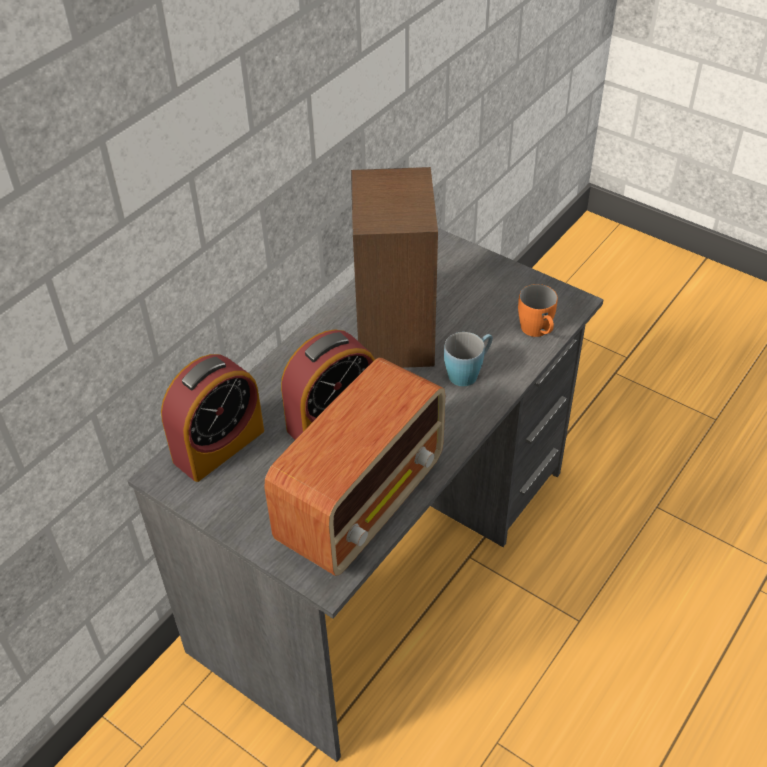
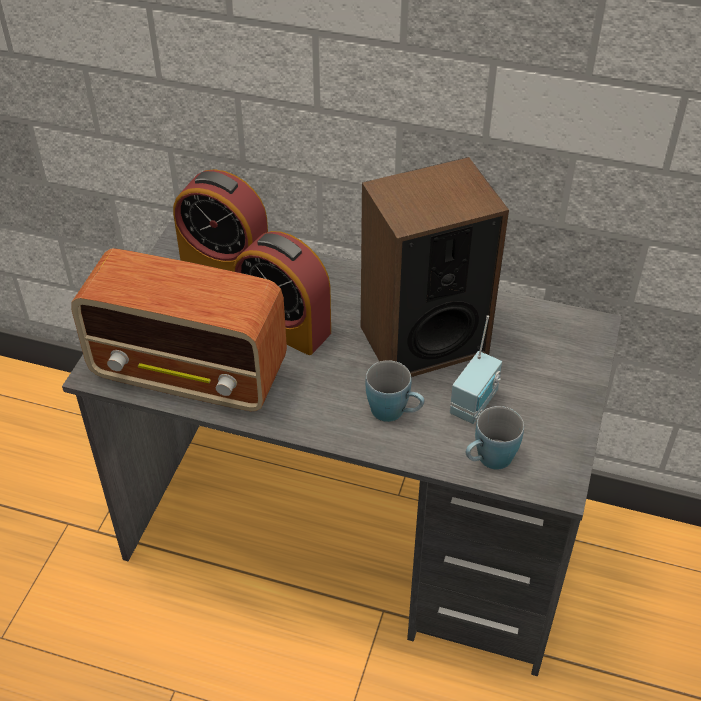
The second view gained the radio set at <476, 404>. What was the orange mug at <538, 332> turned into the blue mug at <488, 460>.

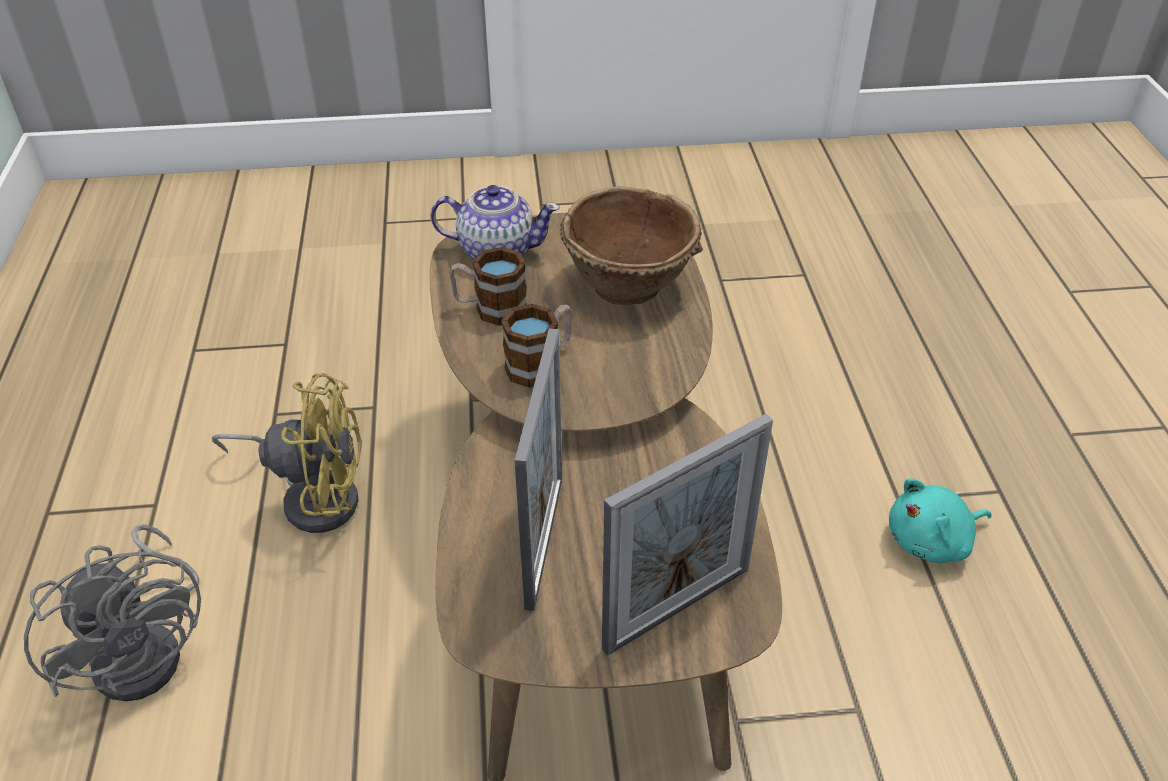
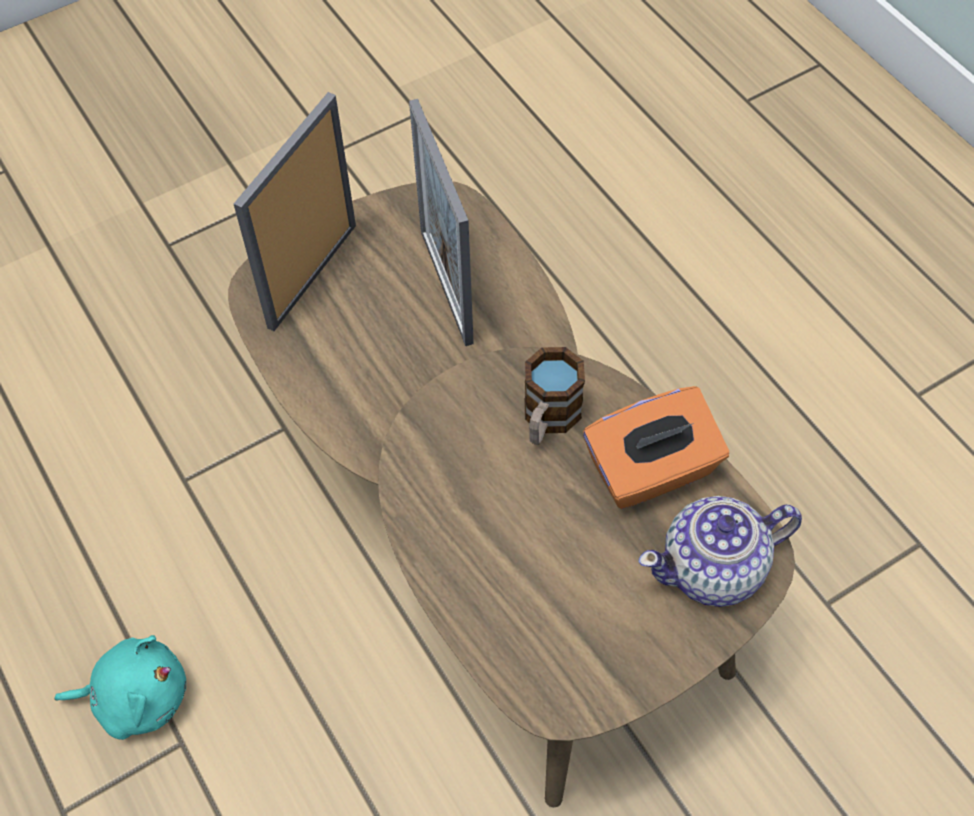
The second view lost the grey electric fan at <149, 649>. The second view lost the yellow-coloured electric fan at <313, 496>. The second view lost the brownish deep dish at <630, 286>. Where the mug stood at <490, 308>, the orange tissue holder came to stand at <651, 471>. The turquoise cuddly toy at <932, 541> ended up facing another way, 45 degrees clockwise from before.

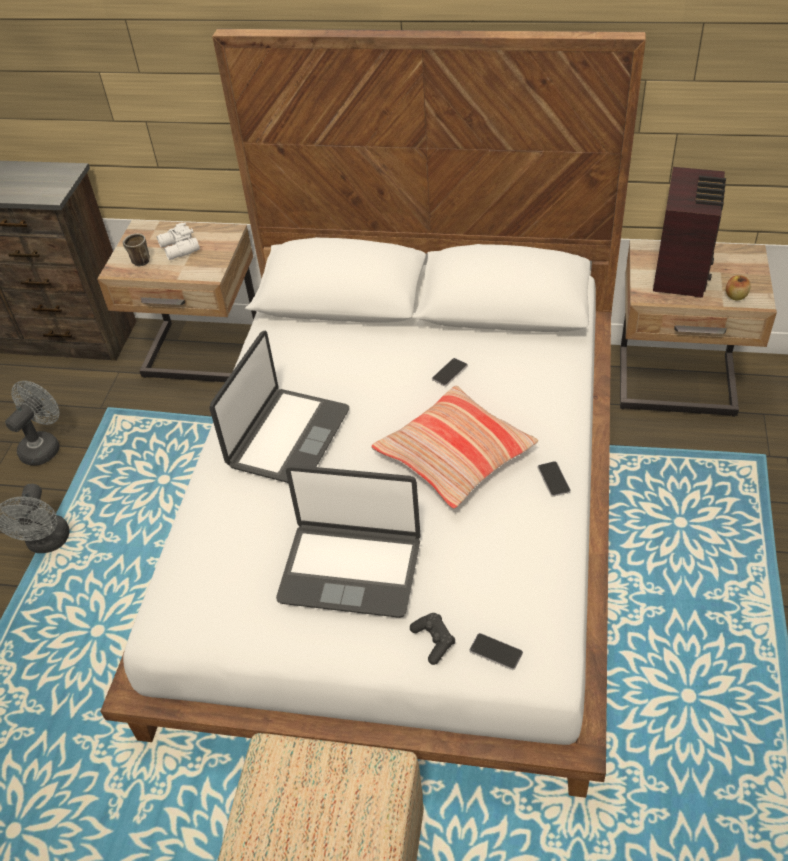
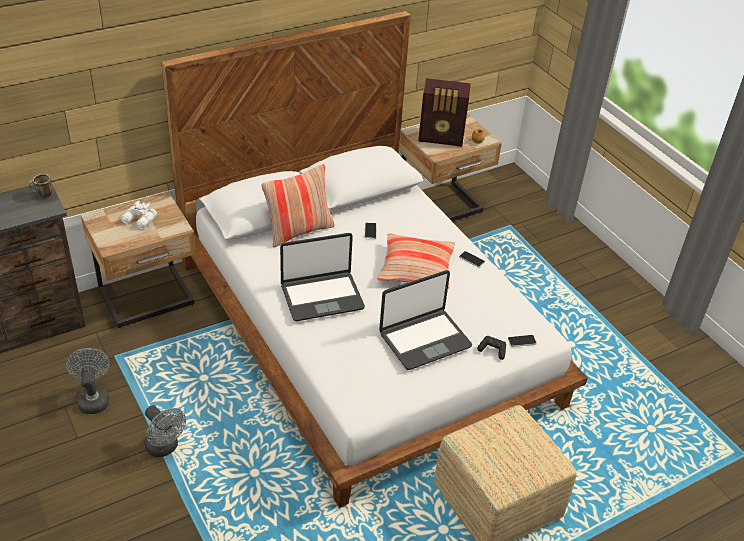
The second view gained the cushion at <299, 231>. The mug ended up elsewhere, having gone from <138, 261> to <42, 196>. The portable computer at <287, 437> ended up facing another way, 90 degrees clockwise from before. The radio set at <682, 271> ended up facing another way, 120 degrees clockwise from before.

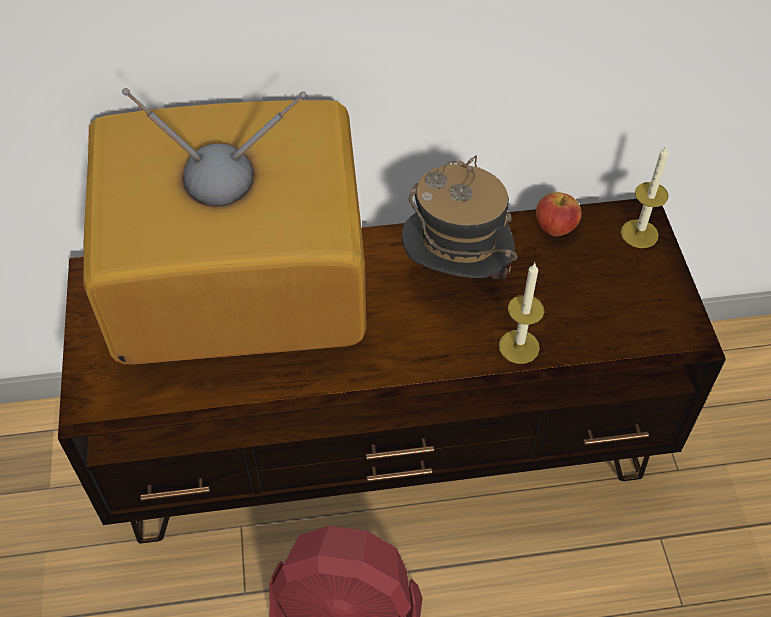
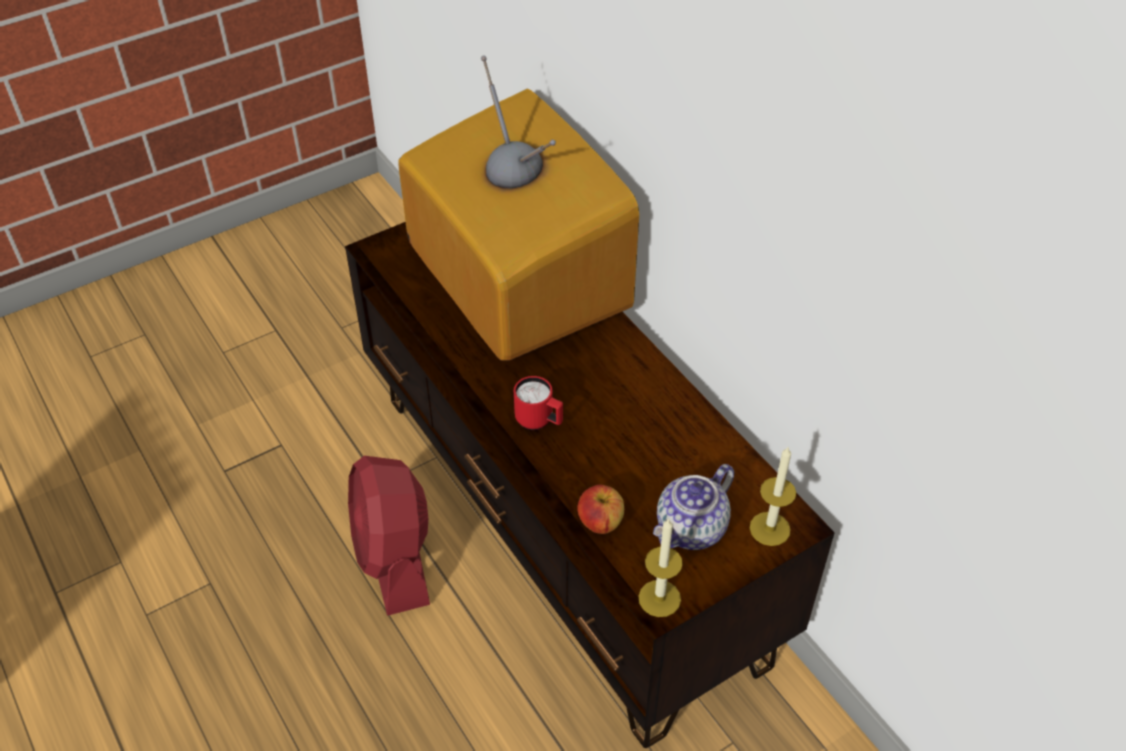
The second view lost the wearable hat at <455, 276>. The second view gained the reddish mug at <539, 421>. The second view gained the pot for tea at <691, 529>. The wax light ended up elsewhere, having gone from <519, 346> to <659, 598>. The apple ended up elsewhere, having gone from <555, 228> to <600, 522>.

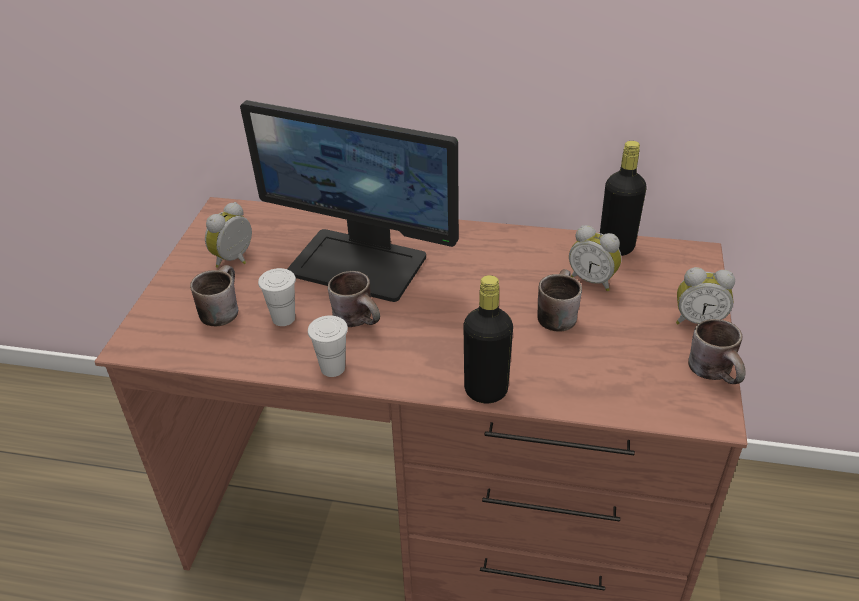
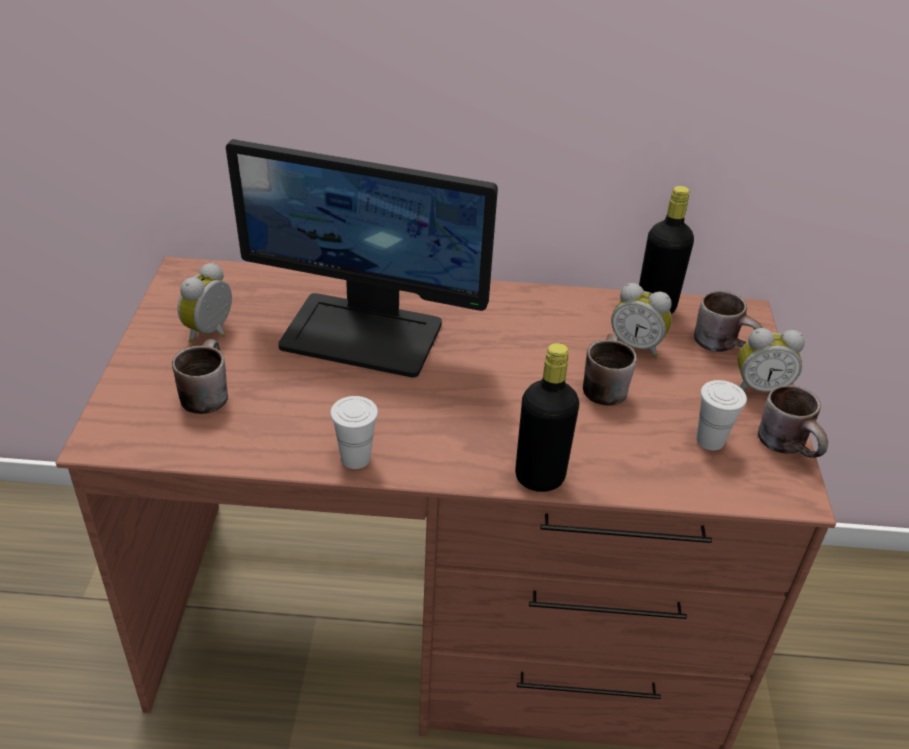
The white-coloured cup ended up elsewhere, having gone from <283, 318> to <710, 440>. The brownish mug ended up elsewhere, having gone from <360, 318> to <724, 343>.

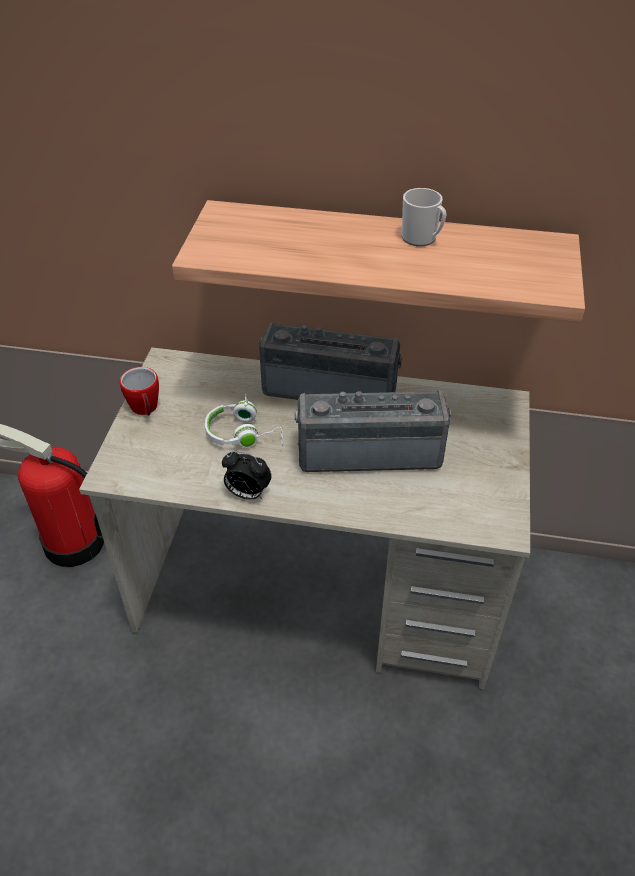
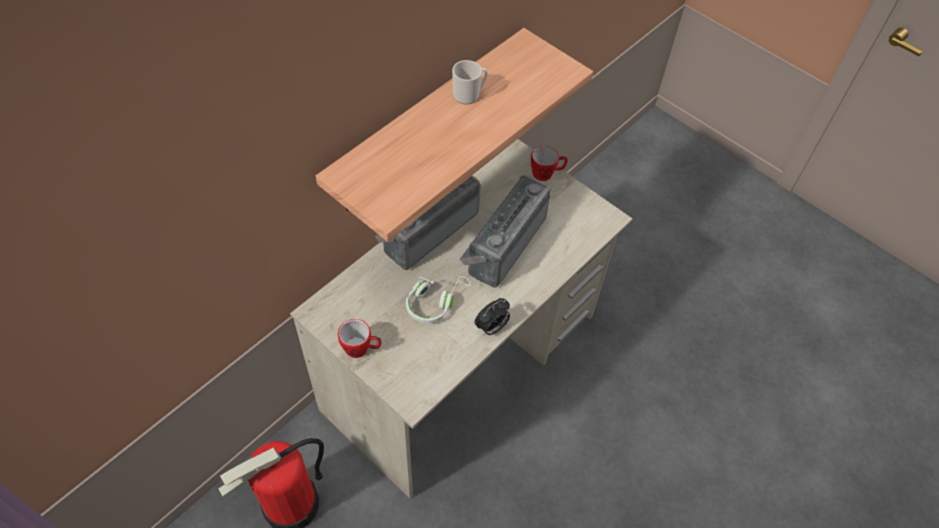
The second view gained the mug at <546, 174>.

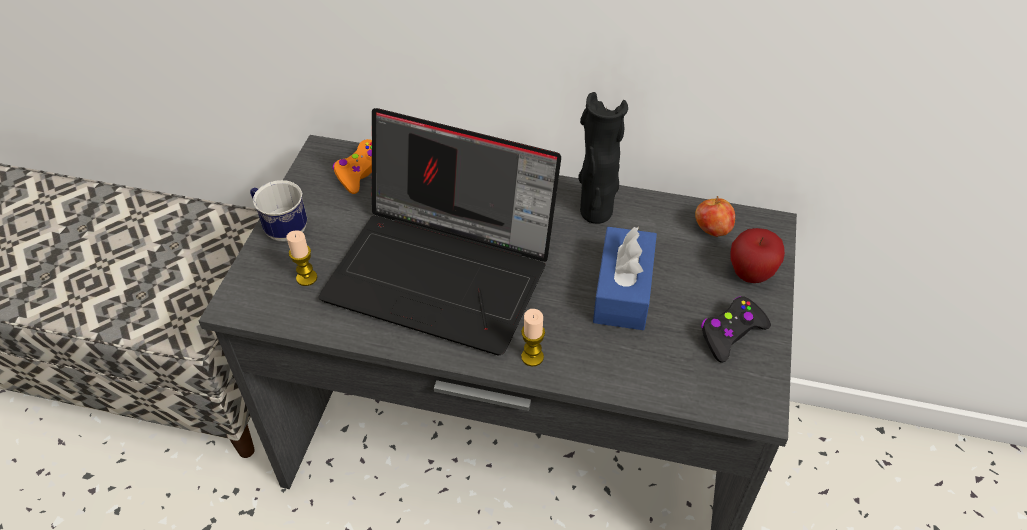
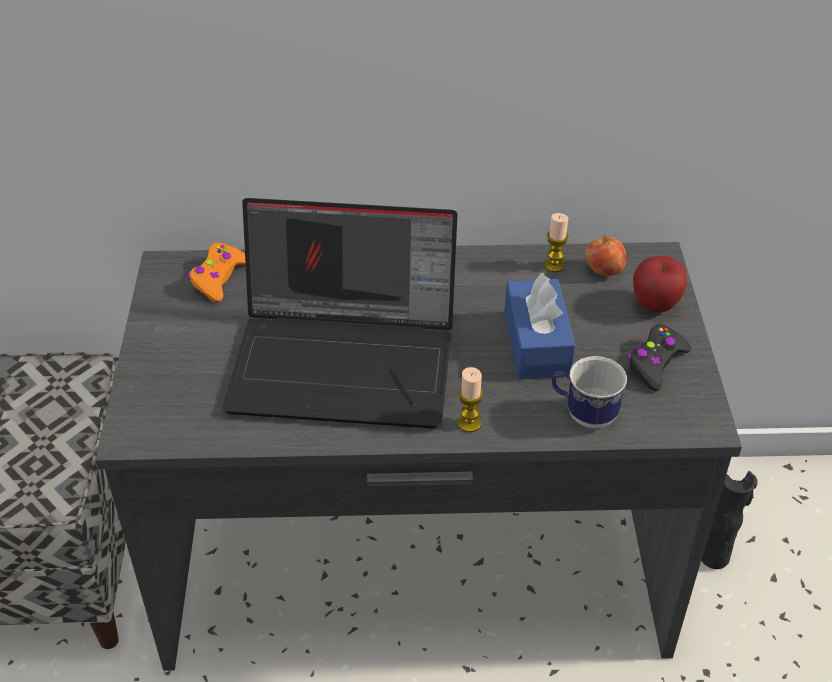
The mug ended up elsewhere, having gone from <281, 228> to <583, 414>. The wax light ended up elsewhere, having gone from <306, 278> to <554, 265>. The black decorative vase ended up elsewhere, having gone from <596, 211> to <713, 556>.

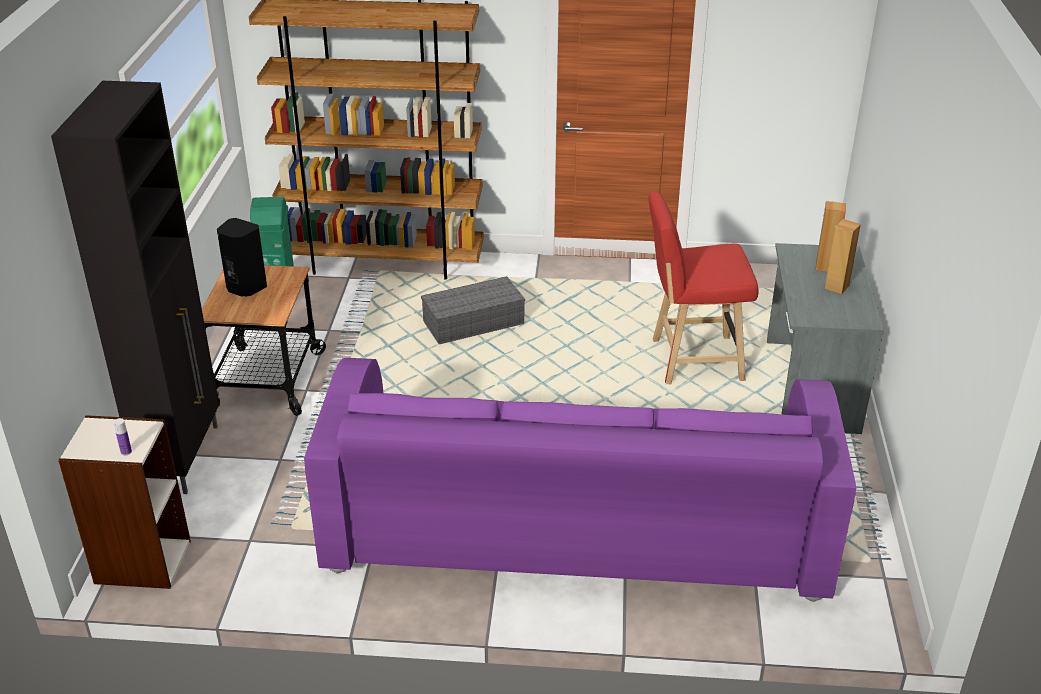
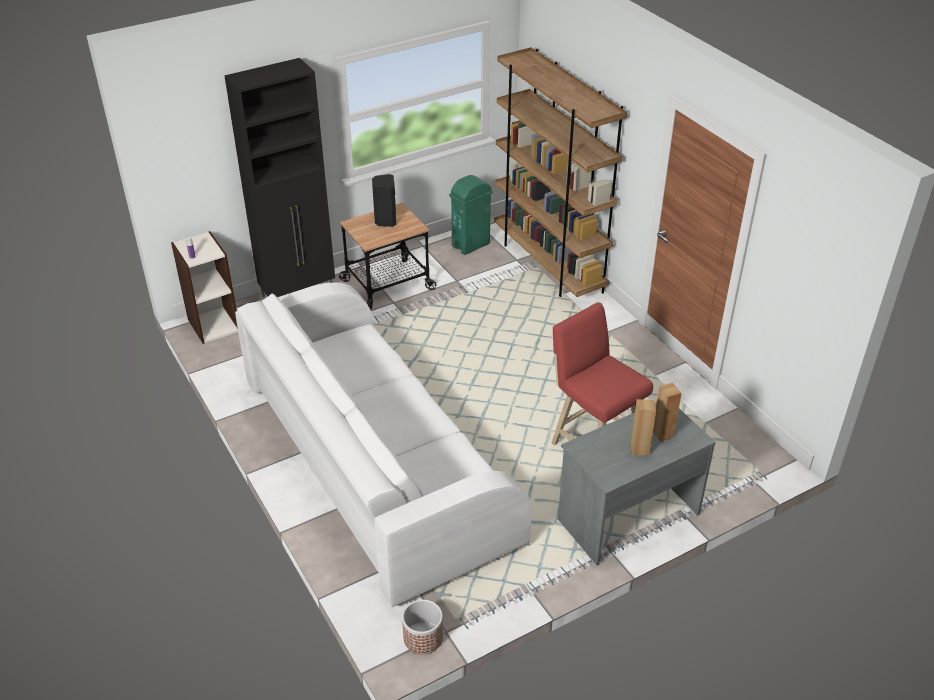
The second view lost the grey storage box at <472, 324>. The second view gained the planter at <422, 637>. What was the purple-coloured settee at <576, 522> turned into the white-coloured settee at <375, 463>.

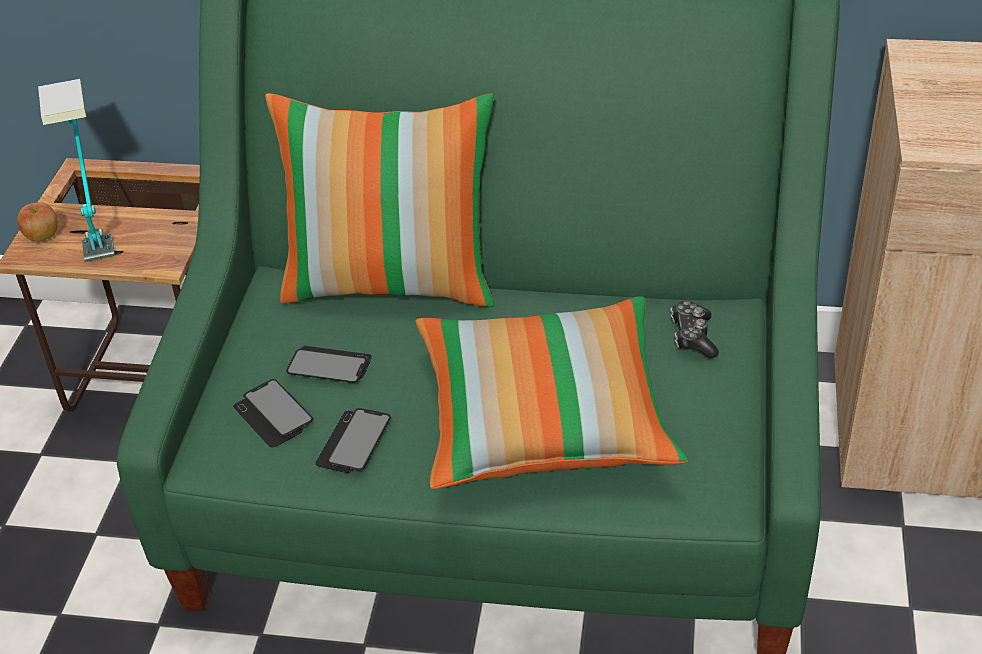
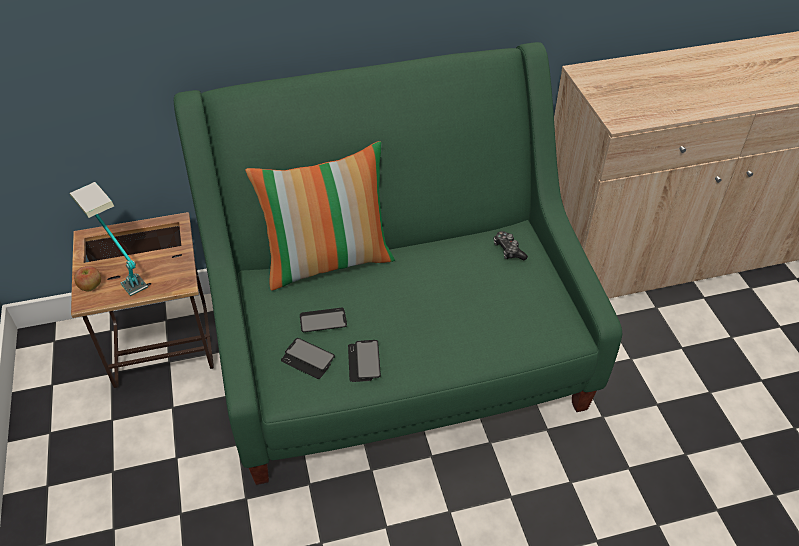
The second view lost the cushion at <545, 418>.

